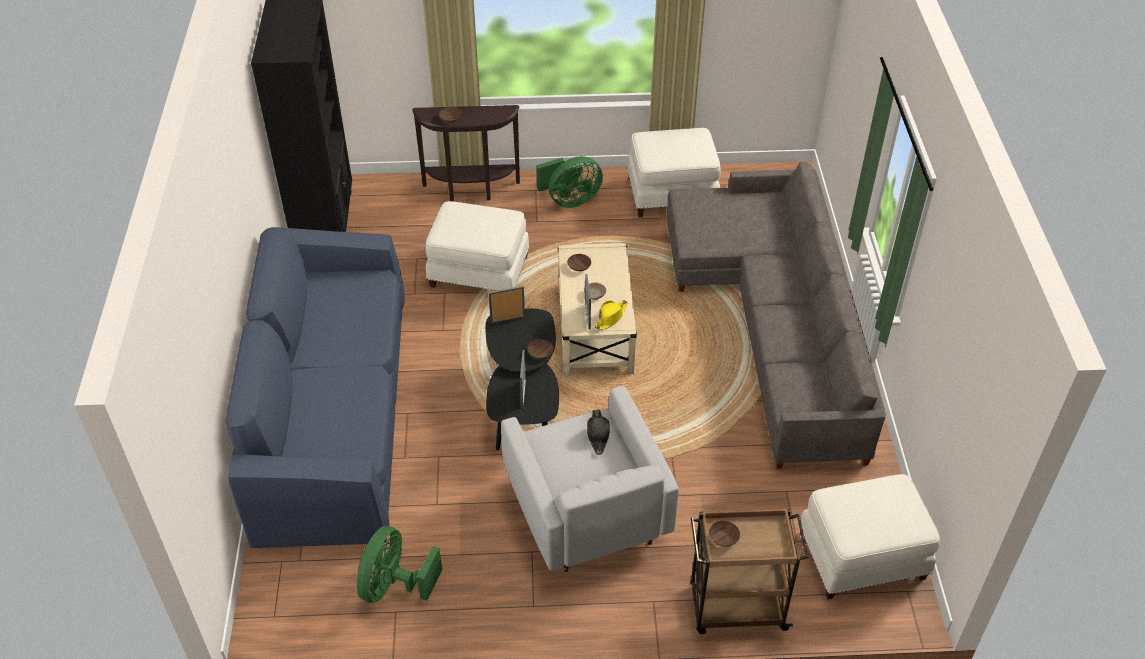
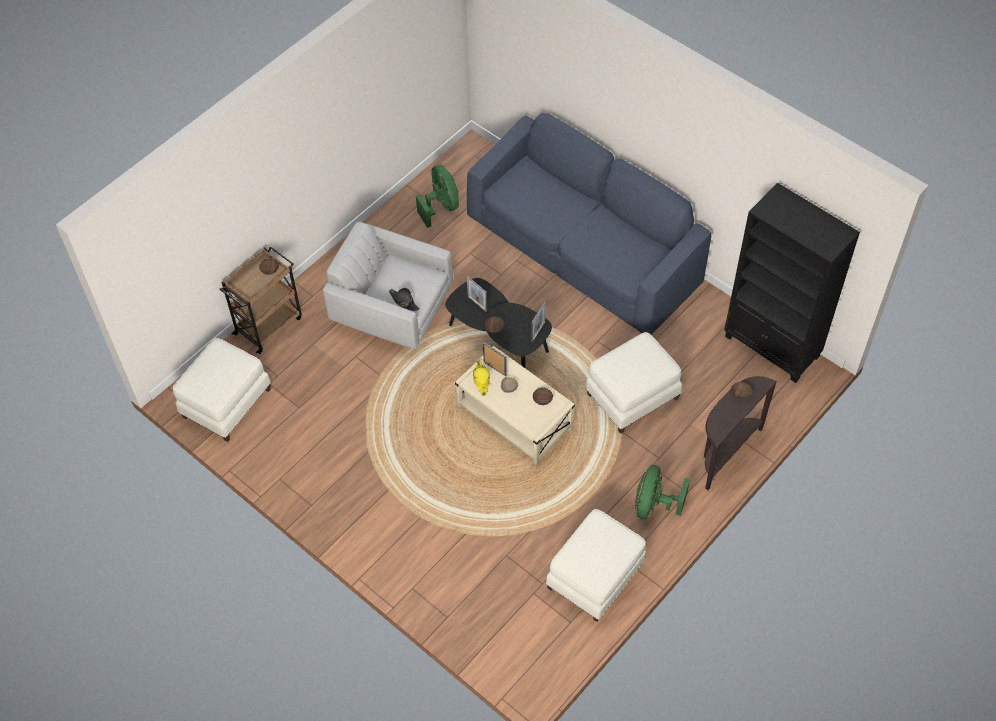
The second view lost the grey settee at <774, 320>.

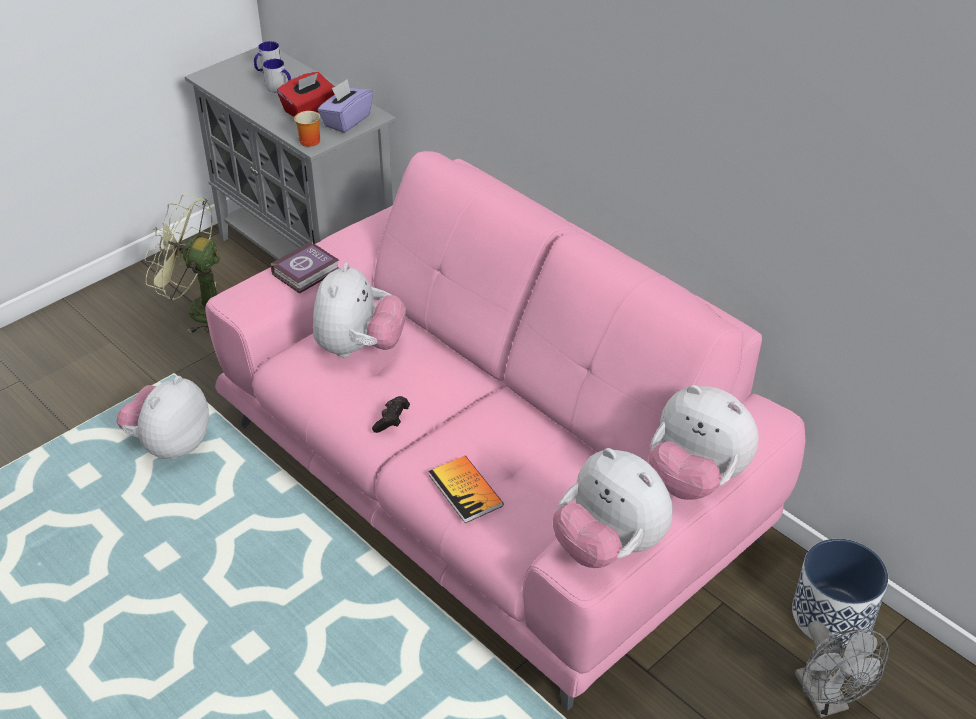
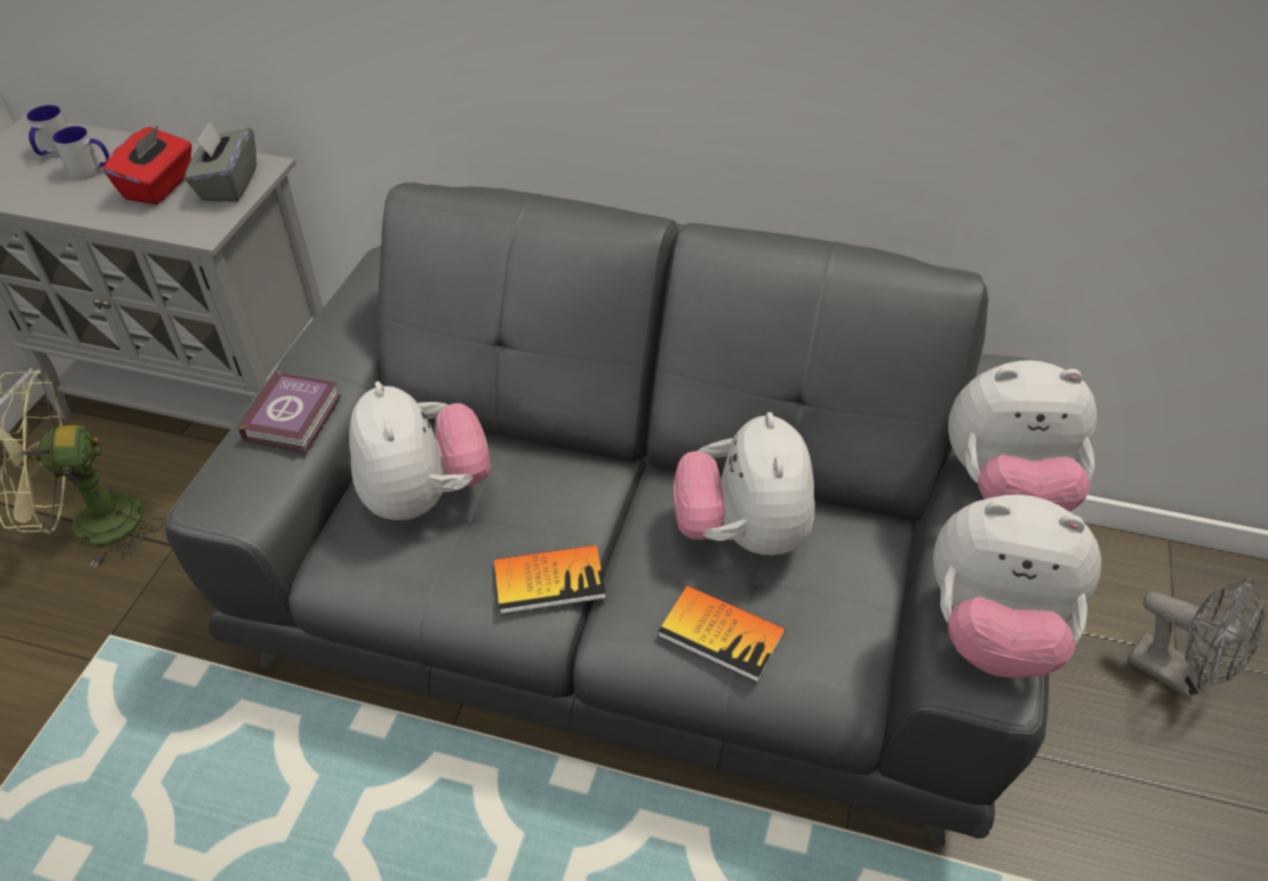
The second view lost the mug at <308, 140>. The second view lost the planter at <832, 616>. The cuddly toy ended up elsewhere, having gone from <170, 445> to <742, 533>. Where the black gamepad stood at <392, 421>, the book came to stand at <549, 581>. What was the pink-coloured settee at <489, 482> turned into the grey settee at <637, 592>. What was the purple-coloured tissue holder at <346, 121> turned into the grey tissue holder at <228, 184>.

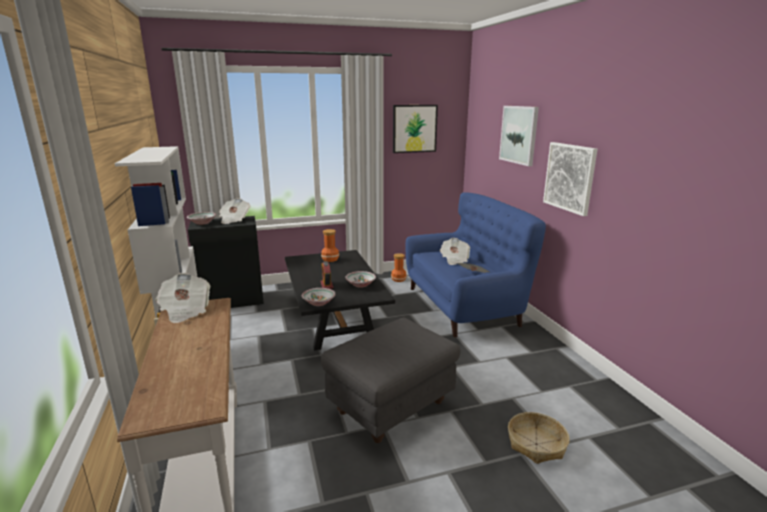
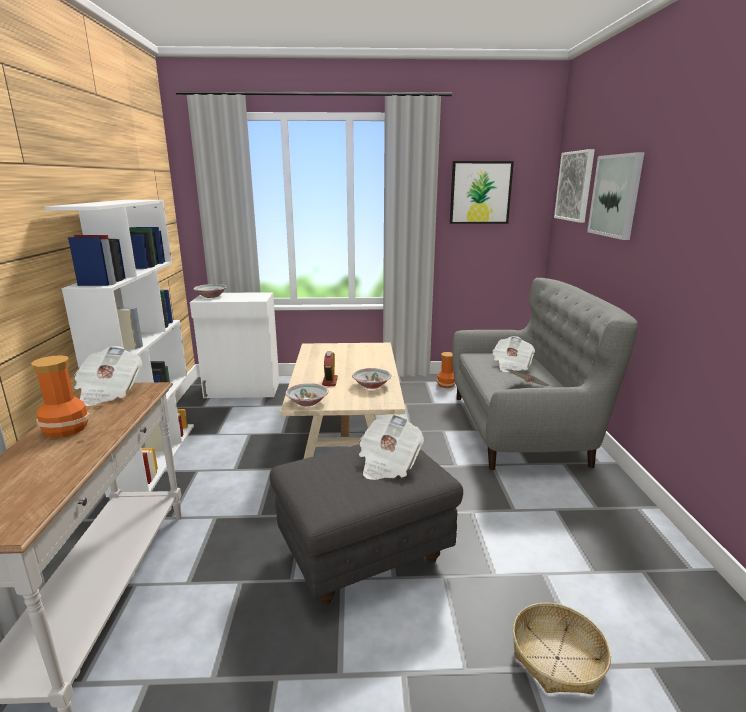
The printed paper ended up elsewhere, having gone from <234, 219> to <388, 463>. The decorative vase ended up elsewhere, having gone from <330, 259> to <65, 429>. The picture ended up elsewhere, having gone from <570, 177> to <575, 186>. What was the black cabinet at <233, 301> turned into the white-coloured cabinet at <242, 390>. What was the black low table at <335, 320> turned into the beige low table at <346, 426>. What was the blue settee at <465, 305> turned into the grey settee at <521, 428>.

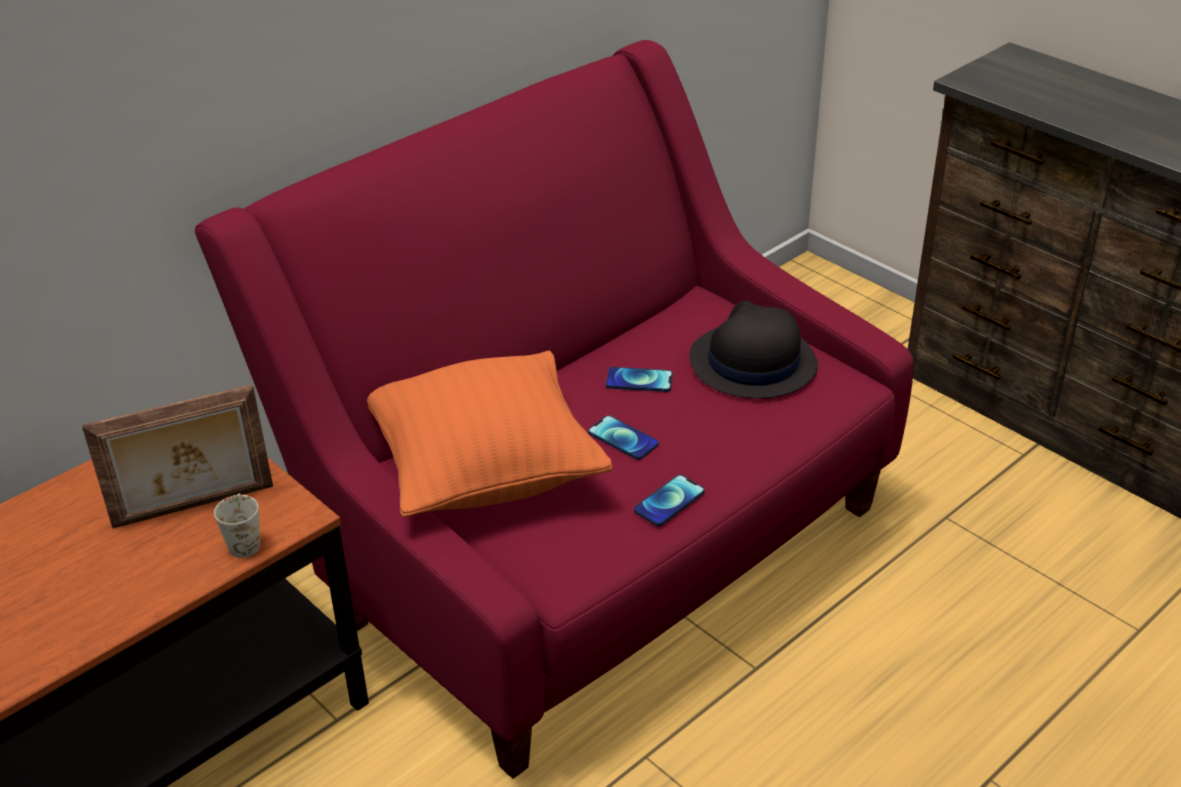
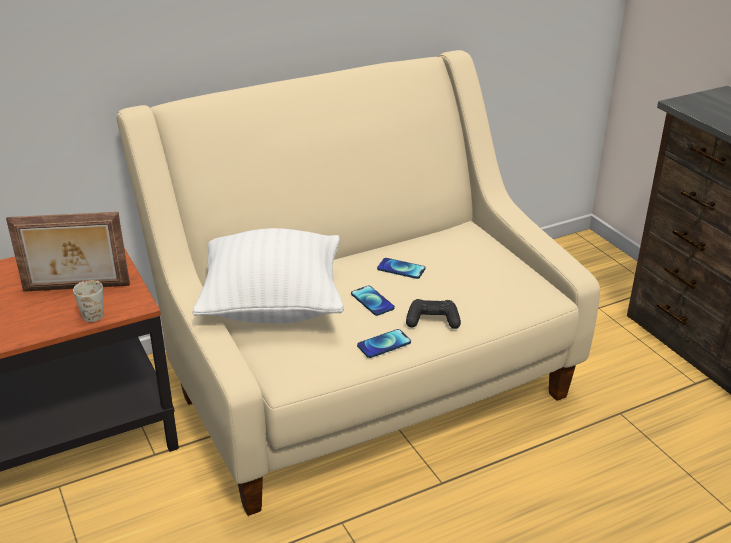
The second view lost the black wearable hat at <752, 363>. The second view gained the black gamepad at <432, 321>. What was the reddish settee at <591, 546> turned into the beige settee at <364, 383>. What was the orange cushion at <486, 473> turned into the white-coloured cushion at <273, 305>.

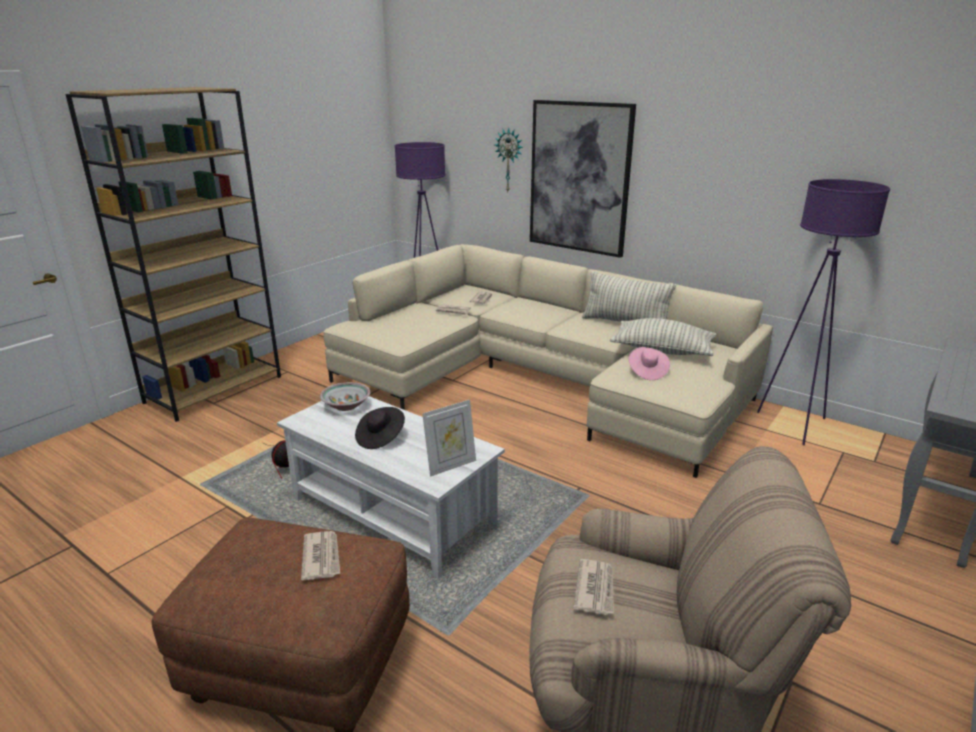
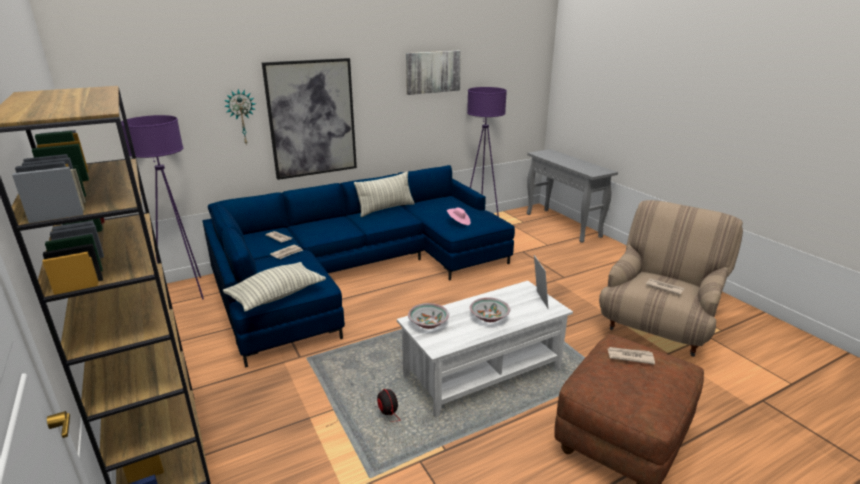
The second view gained the picture at <433, 72>. The cushion ended up elsewhere, having gone from <662, 350> to <277, 296>. Where the black wearable hat stood at <380, 438>, the deep dish came to stand at <489, 317>. What was the beige settee at <539, 379> turned into the blue settee at <356, 272>.

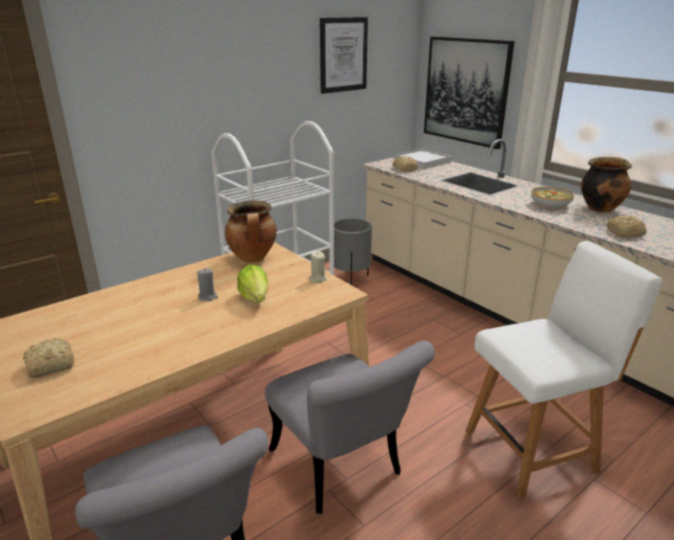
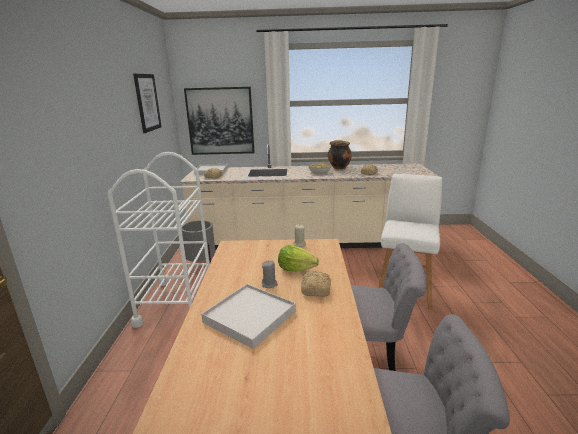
The second view lost the saucepot at <253, 258>. The second view gained the white-coloured carrying tray at <250, 317>. The baked bread ended up elsewhere, having gone from <49, 366> to <315, 290>.

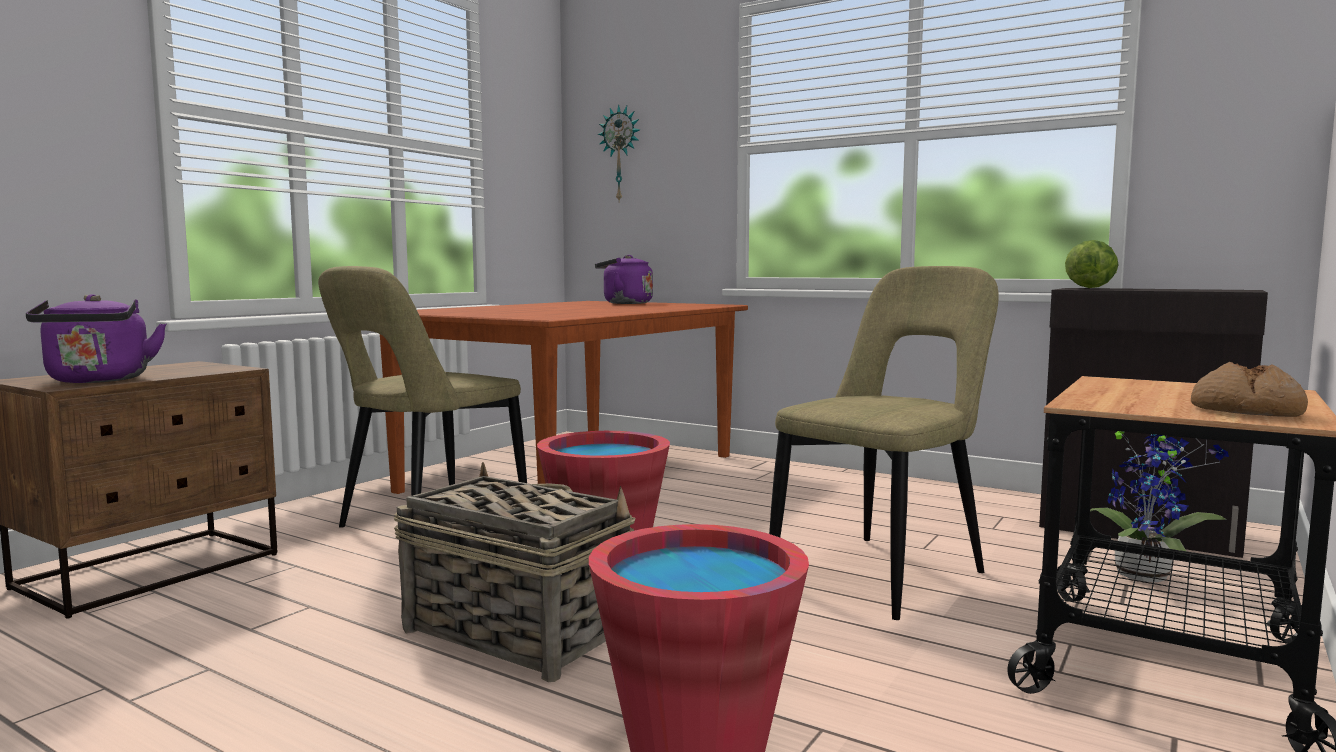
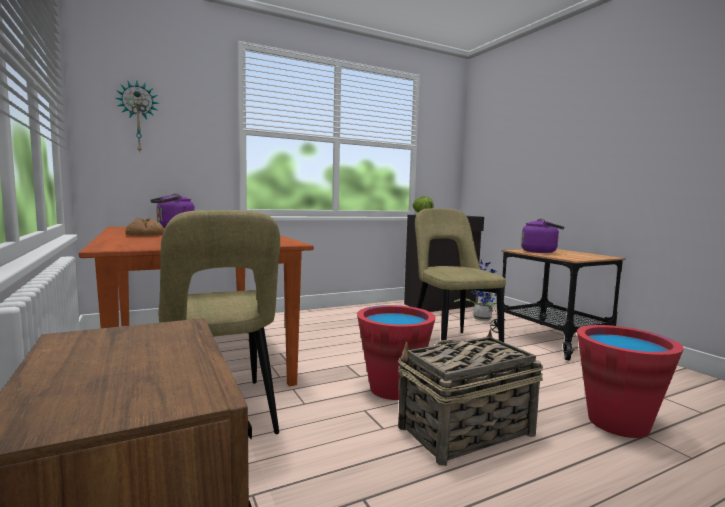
The purple-coloured tea kettle ended up elsewhere, having gone from <98, 380> to <541, 252>. The baked bread ended up elsewhere, having gone from <1246, 411> to <145, 235>.

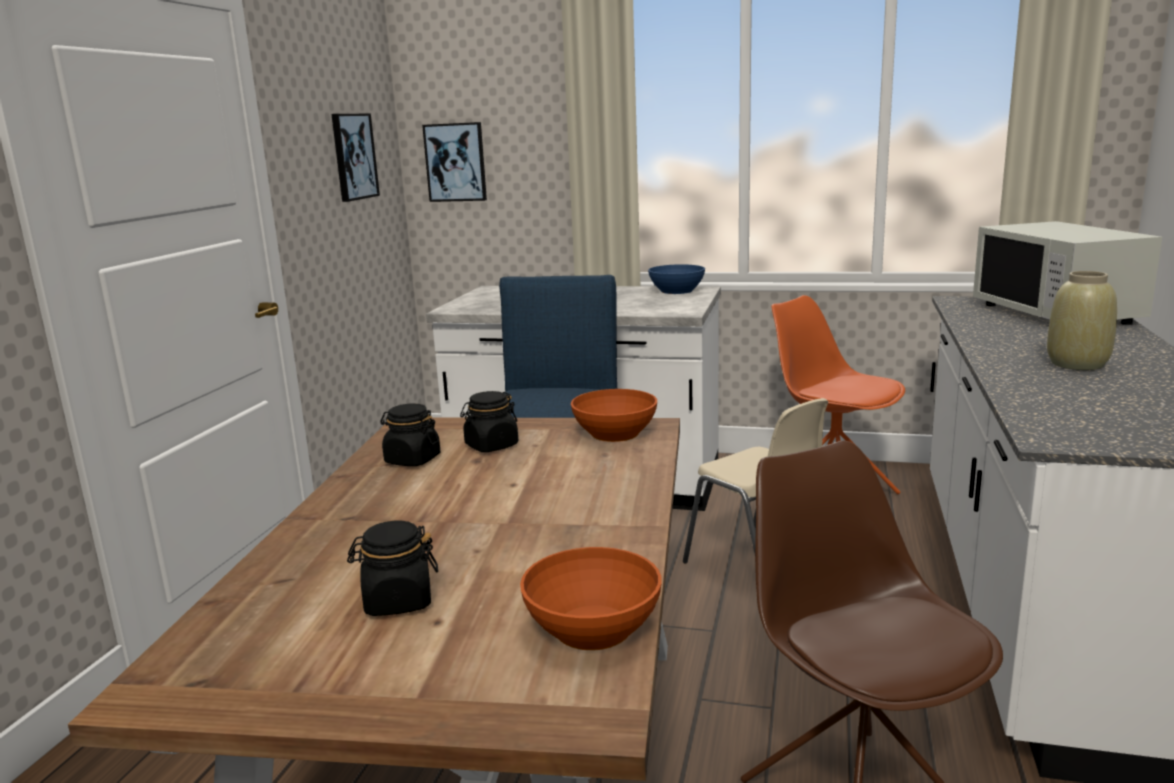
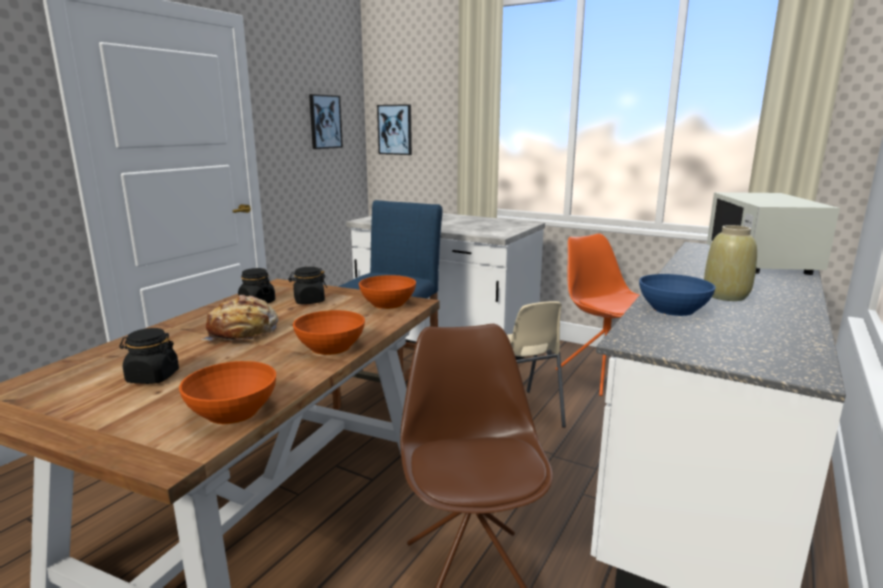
The second view gained the baked bread at <243, 333>. The second view gained the orange deep dish at <330, 347>. The blue deep dish ended up elsewhere, having gone from <676, 291> to <672, 309>.

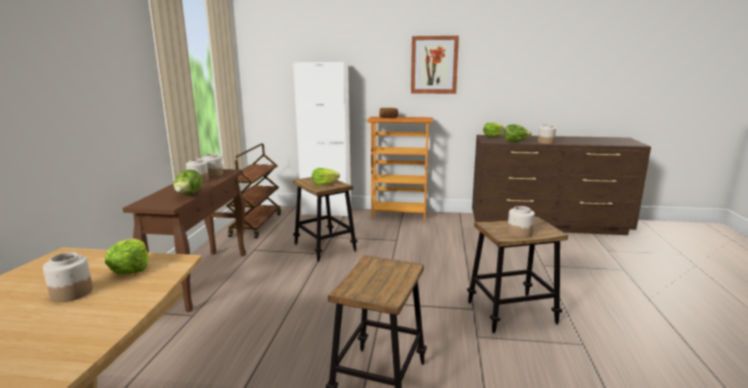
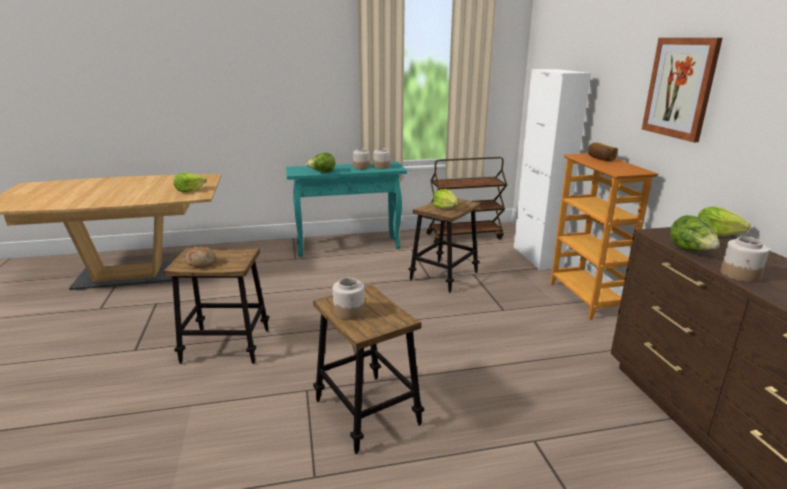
The second view lost the jar at <71, 293>. The second view gained the baked bread at <201, 262>. What was the brownish narrow table at <203, 278> turned into the turquoise narrow table at <349, 246>.

